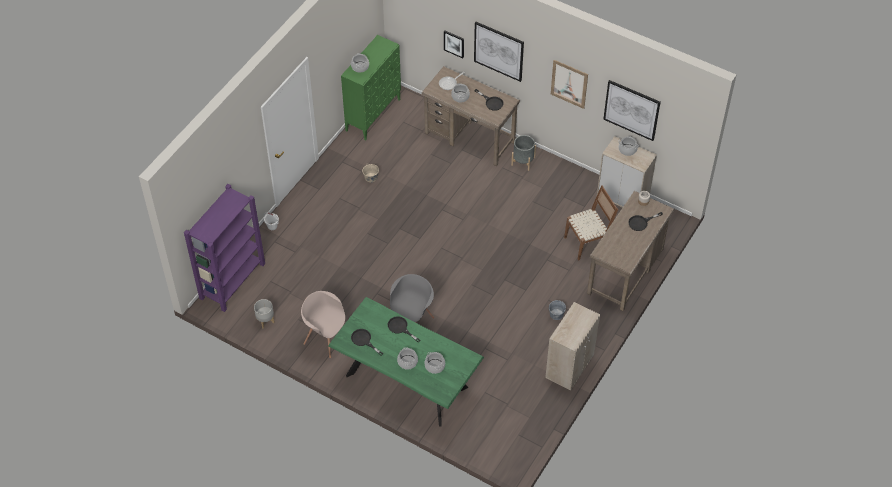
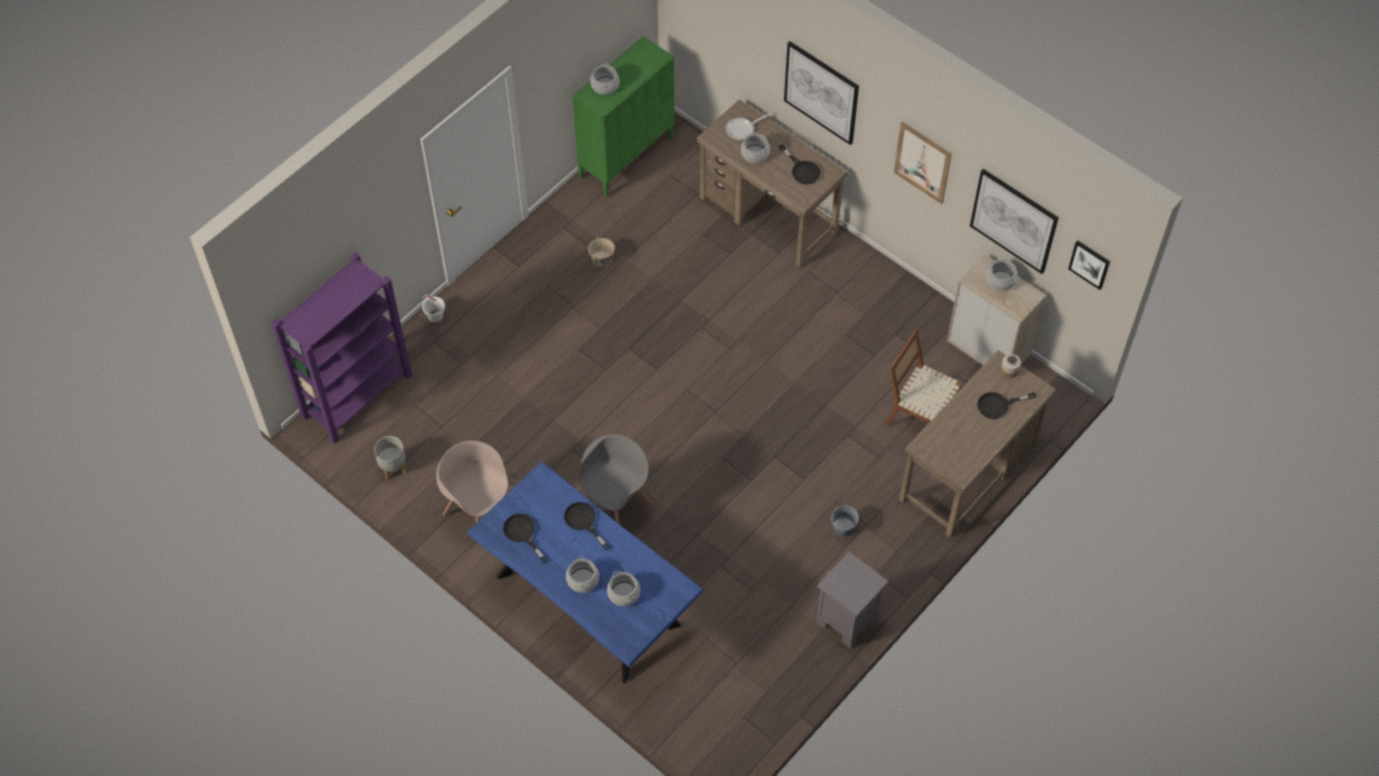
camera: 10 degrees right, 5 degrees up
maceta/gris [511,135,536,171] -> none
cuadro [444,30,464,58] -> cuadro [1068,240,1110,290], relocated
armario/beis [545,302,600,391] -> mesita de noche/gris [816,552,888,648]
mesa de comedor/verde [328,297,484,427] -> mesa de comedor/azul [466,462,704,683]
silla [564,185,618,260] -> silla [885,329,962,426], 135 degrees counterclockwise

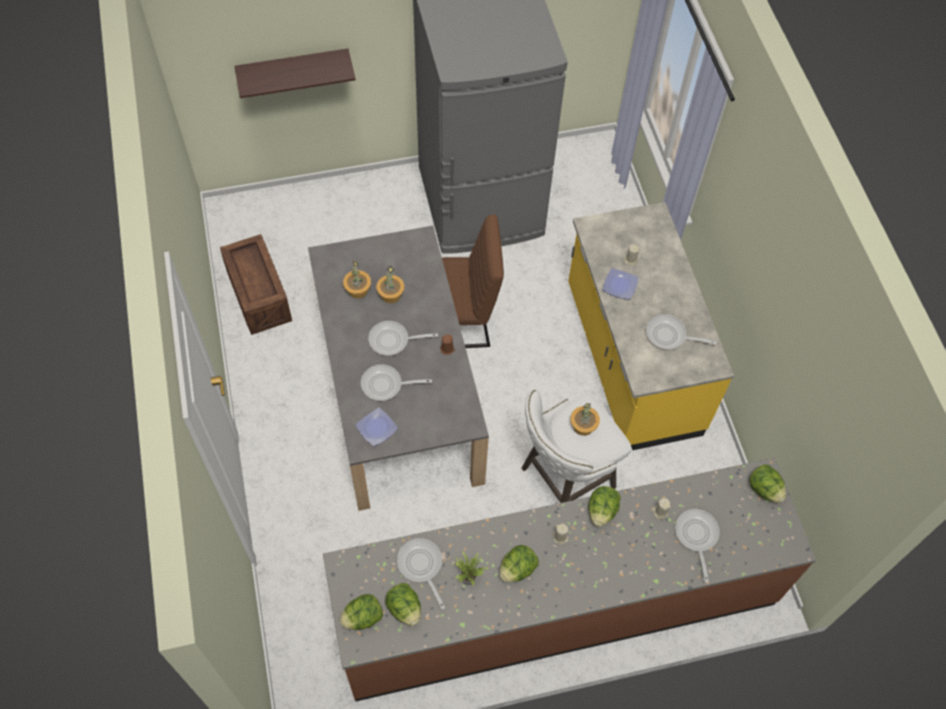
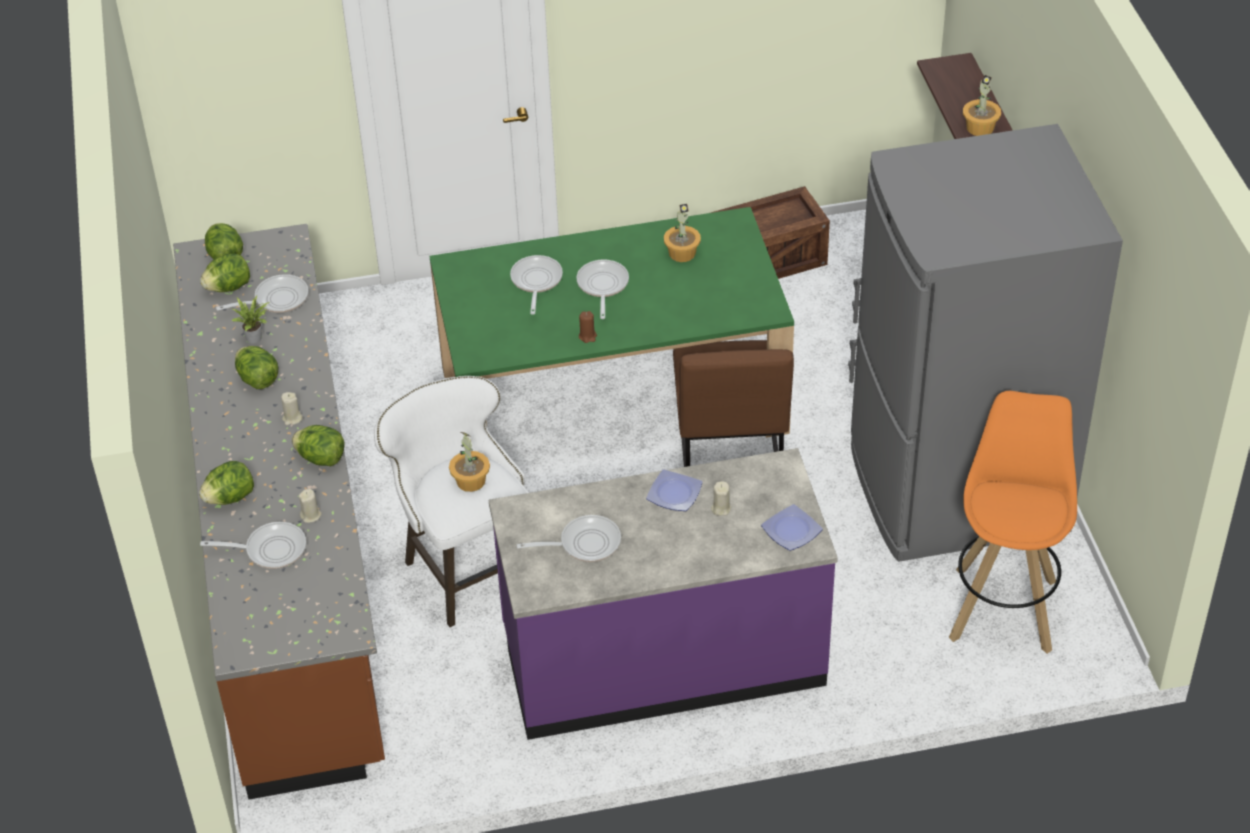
camera: 95 degrees right, 15 degrees down
none -> taburete/naranja [949,391,1077,654]
plato [355,408,398,446] -> plato [761,504,823,551], relocated
planta en maceta [376,266,404,303] -> planta en maceta [963,75,1001,136], relocated
lechuga [749,464,786,503] -> lechuga [199,461,254,505], relocated
mesa de comedor/gris [308,226,489,511] -> mesa de comedor/verde [430,207,794,438]
mueble bajo de cocina/amarillo [568,202,734,450] -> mueble bajo de cocina/morado [489,448,838,740]
sartén [646,315,717,350] -> sartén [517,515,621,562], 60 degrees clockwise

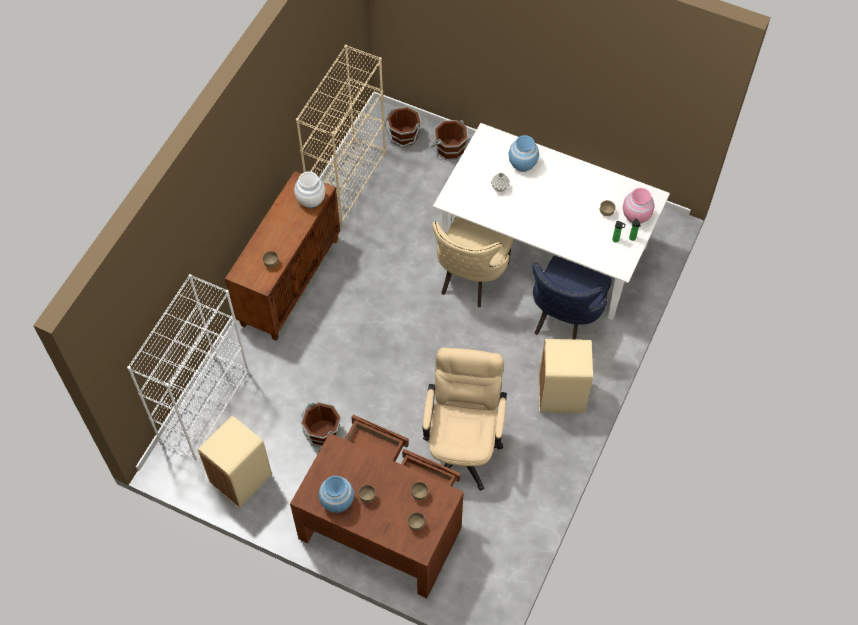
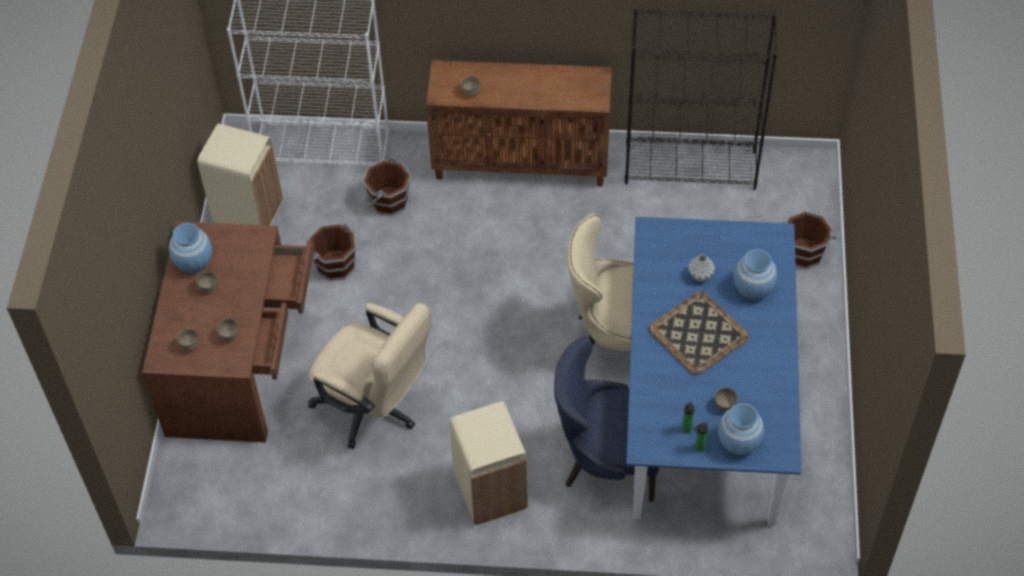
camera: 70 degrees right, 5 degrees down
florero/blanco [294,171,326,208] -> none
none -> bandeja [648,291,749,375]
cubo/marrón [384,106,421,148] -> cubo/marrón [363,157,411,216], relocated
estantería/beis [296,45,386,226] -> estantería/negro [625,9,777,190]
mesa de comedor/blanco [433,123,670,320] -> mesa de comedor/azul [626,217,801,526]
florero/rosa [623,188,655,224] -> florero/azul [718,403,764,455]
silla de oficina/beis [423,347,507,491] -> silla de oficina/beis [308,303,431,449], 45 degrees clockwise

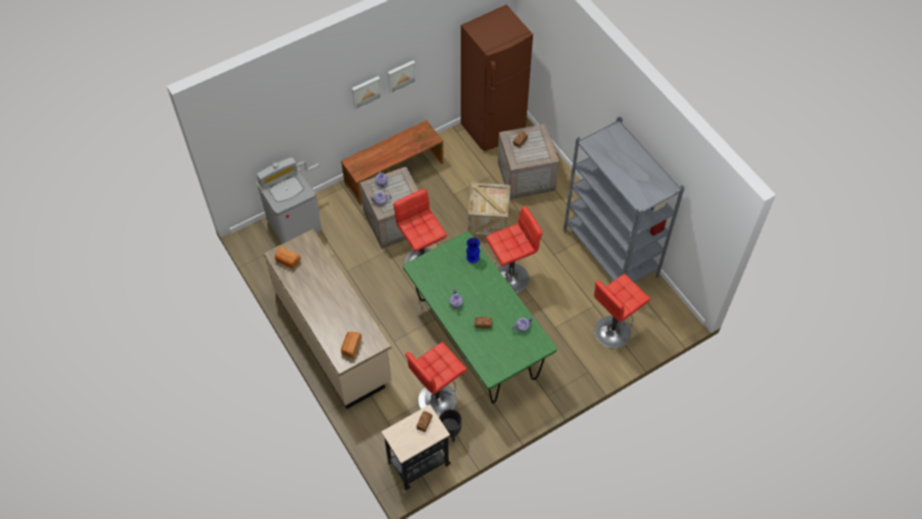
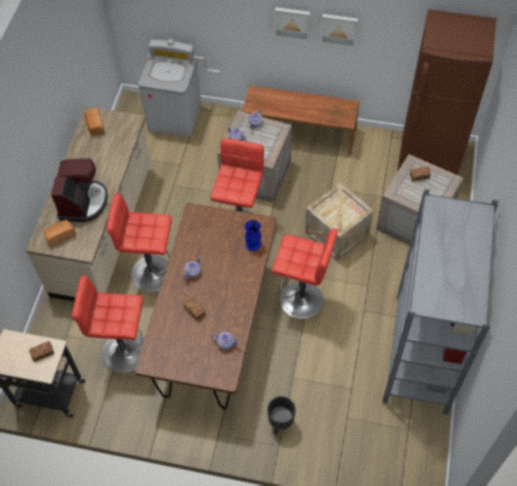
camera: 45 degrees right, 0 degrees up
none -> cafetera [51,158,108,222]
maceta/negro [439,409,462,442] -> maceta/negro [267,396,296,434], relocated
taburete/rojo [594,274,650,348] -> taburete/rojo [106,193,172,292], relocated
mesa de comedor/verde [403,231,557,404] -> mesa de comedor/marrón [135,203,276,409]

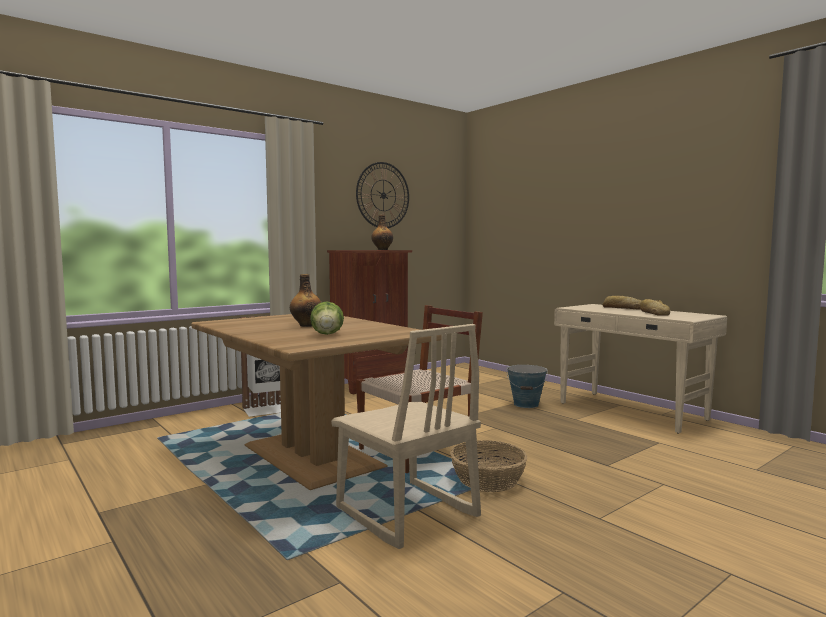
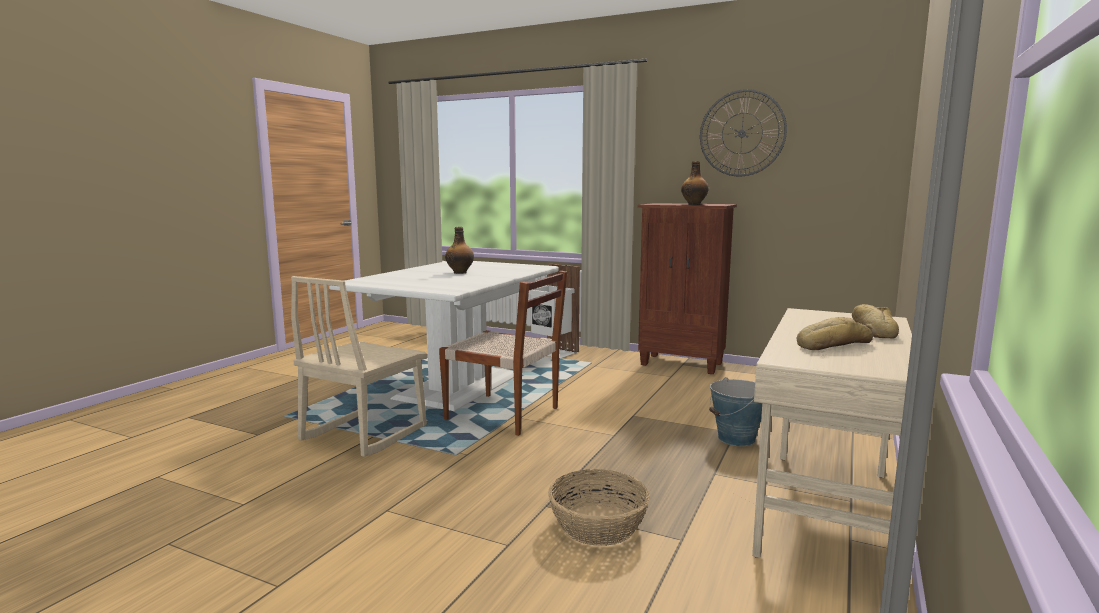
camera: 65 degrees right, 5 degrees up
lechuga [310,301,344,335] -> none
cesta [450,440,528,492] -> cesta [548,469,650,546], relocated
mesa de comedor/marrón [192,314,442,490] -> mesa de comedor/blanco [329,261,559,411]

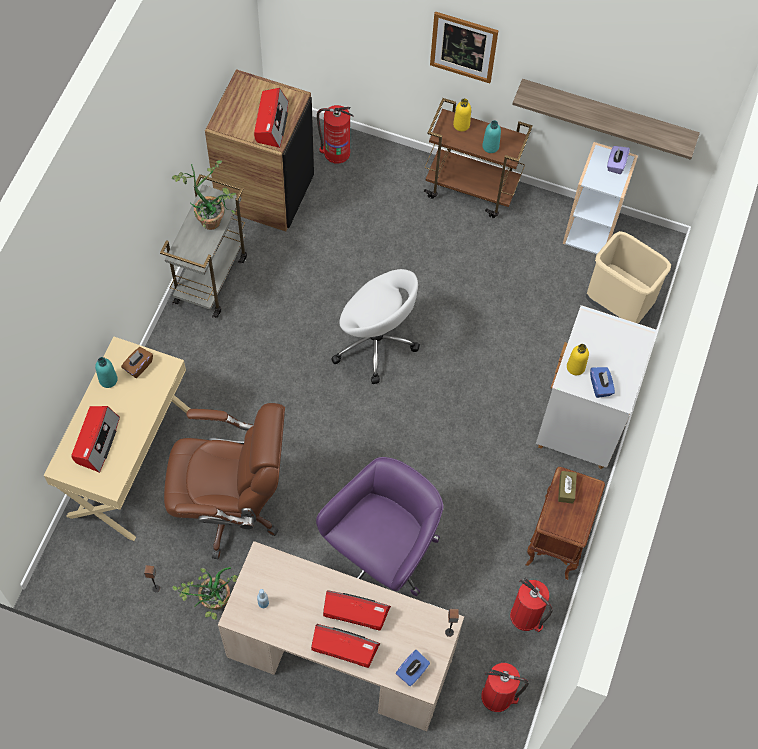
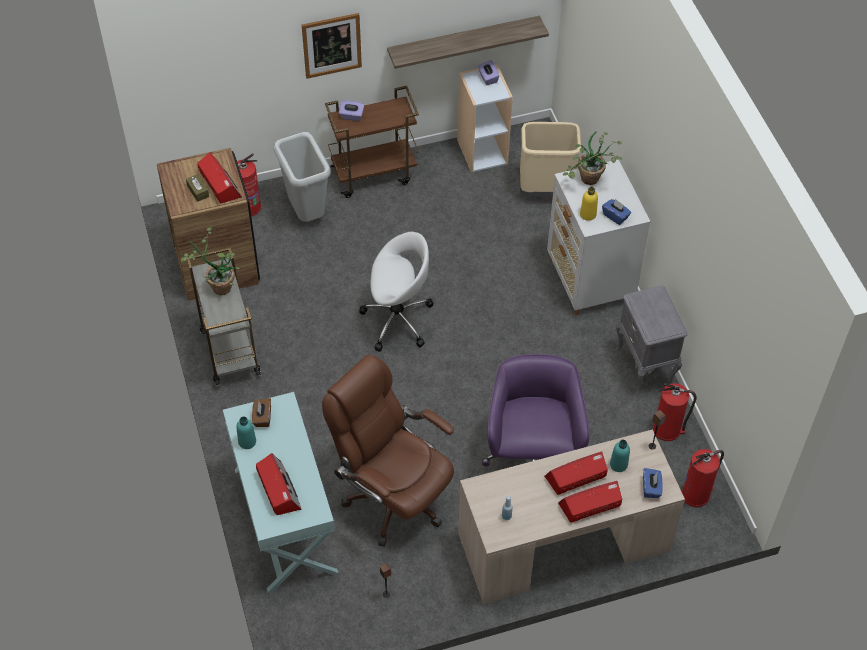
camera: 35 degrees left, 10 degrees down
none -> papelera/gris [273,132,331,222]
planta en maceta [172,567,240,620] -> planta en maceta [563,131,622,185], relocated
botella/turquesa [482,120,501,153] -> botella/turquesa [610,440,630,472], relocated
caja de pañuelos/marrón [558,471,577,504] -> caja de pañuelos/marrón [186,174,209,202], relocated
botella/amarillo [453,98,471,132] -> caja de pañuelos/morado [339,101,365,121]
escritorio/beis [44,336,190,541] -> escritorio/turquesa [223,392,338,592]
mesita de noche/marrón [526,467,605,580] -> mesita de noche/gris [615,286,687,397]
silla de oficina/marrón [164,403,285,559] -> silla de oficina/marrón [322,355,454,547], 105 degrees counterclockwise

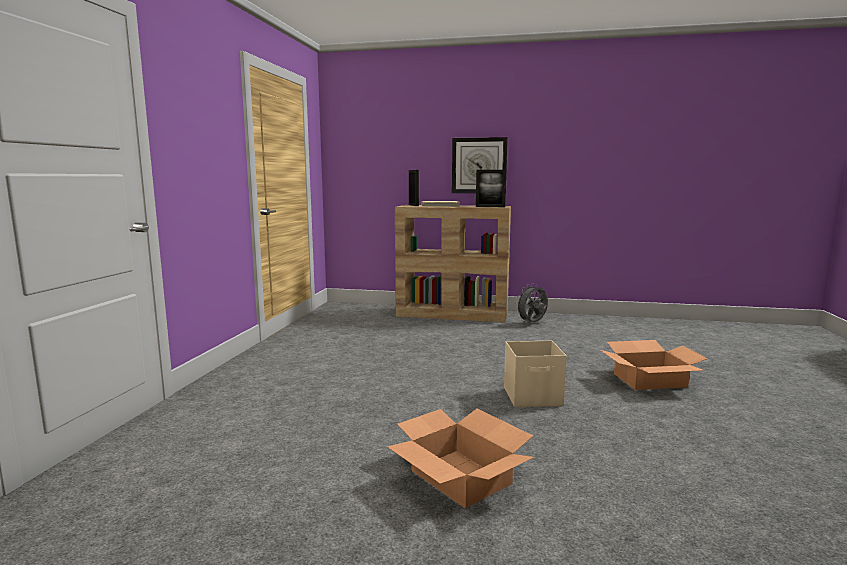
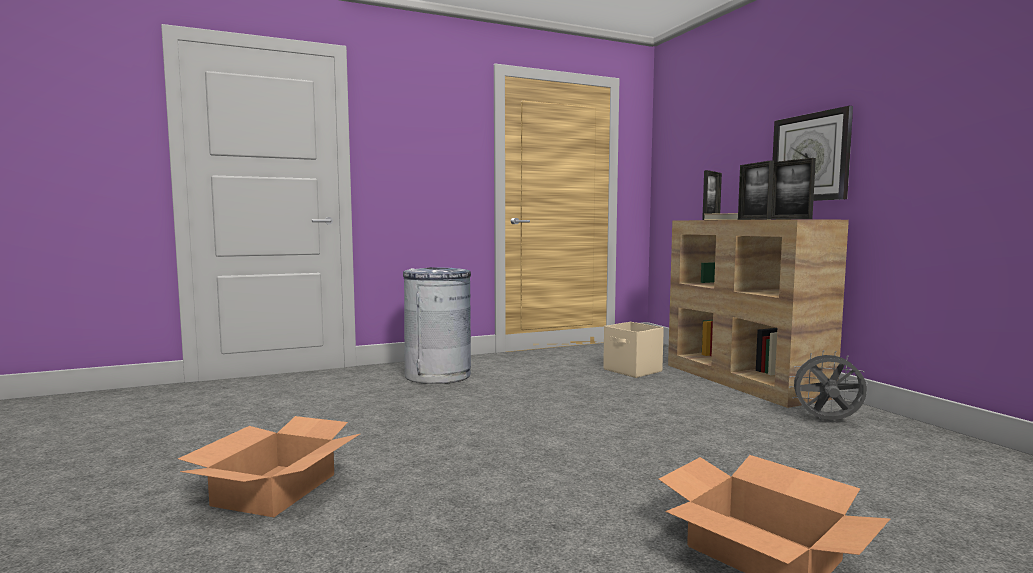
camera: 55 degrees right, 5 degrees down
none -> papelera/gris [403,267,471,384]
none -> portarretratos [738,161,774,220]
caja de almacenaje/beis [504,341,567,407] -> caja de almacenaje/beis [603,322,664,378], relocated

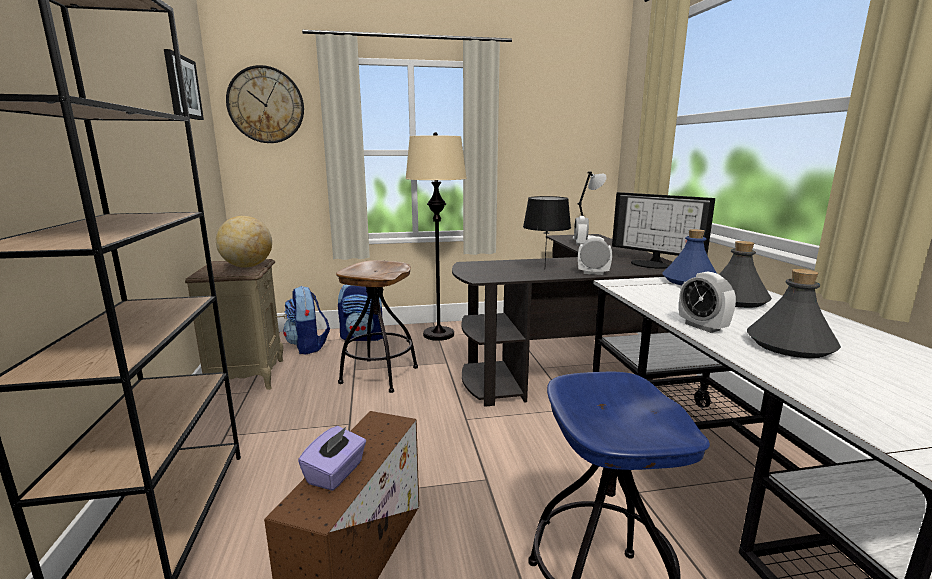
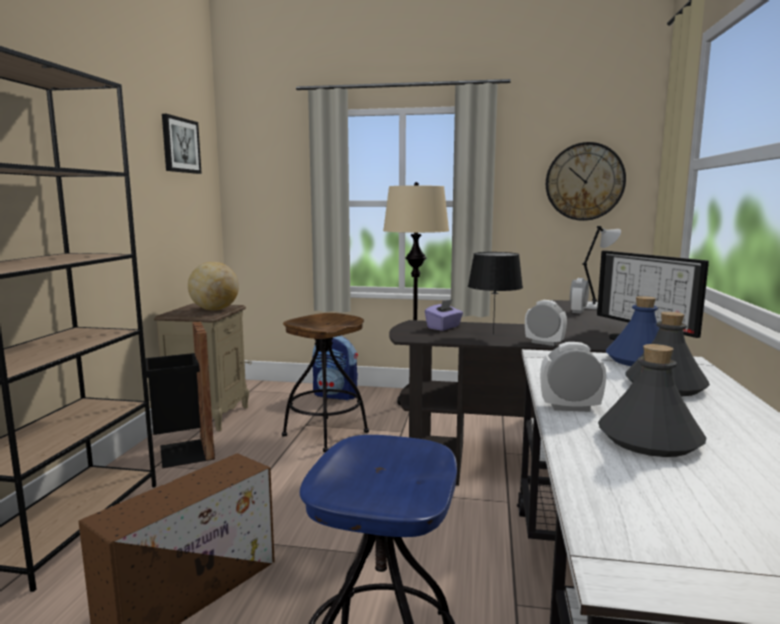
camera: 20 degrees right, 5 degrees down
mochila [283,286,330,354] -> none
none -> papelera/negro [145,322,215,469]
reloj de pared [226,65,304,143] -> reloj de pared [546,142,626,221], relocated
caja de pañuelos/morado [298,426,366,491] -> caja de pañuelos/morado [425,299,463,331], relocated
despertador [679,272,736,333] -> despertador [540,342,606,412], 105 degrees clockwise

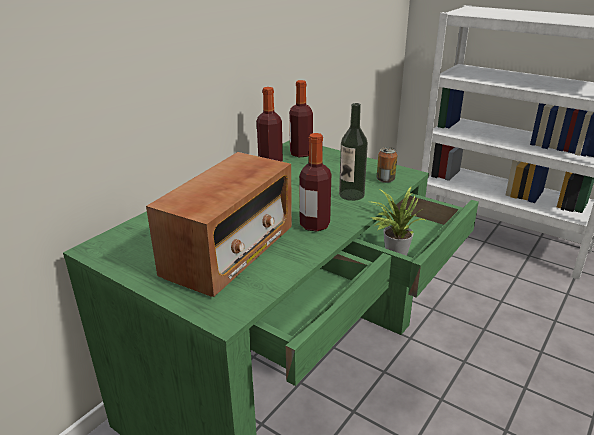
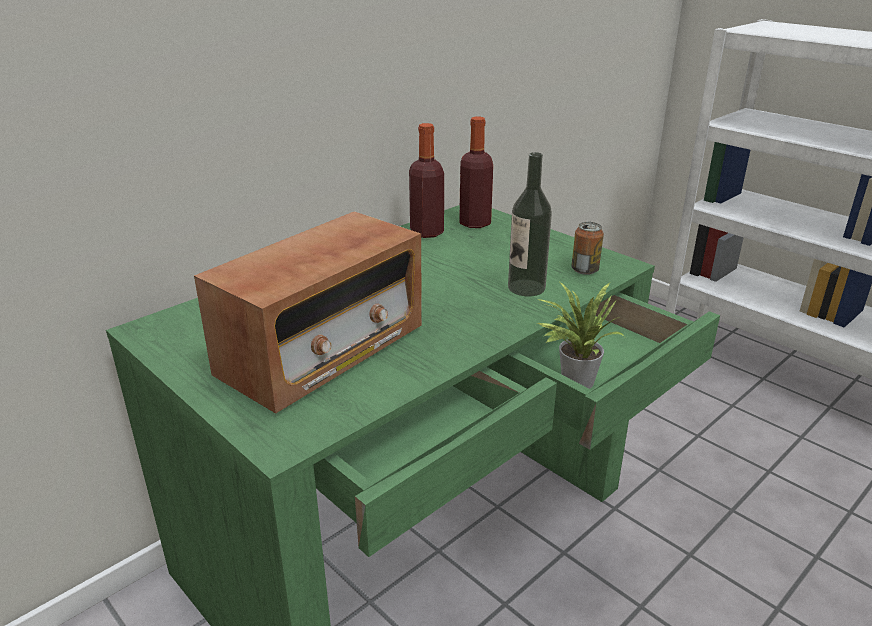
camera: 10 degrees right, 0 degrees up
botella [299,133,331,232] -> none

